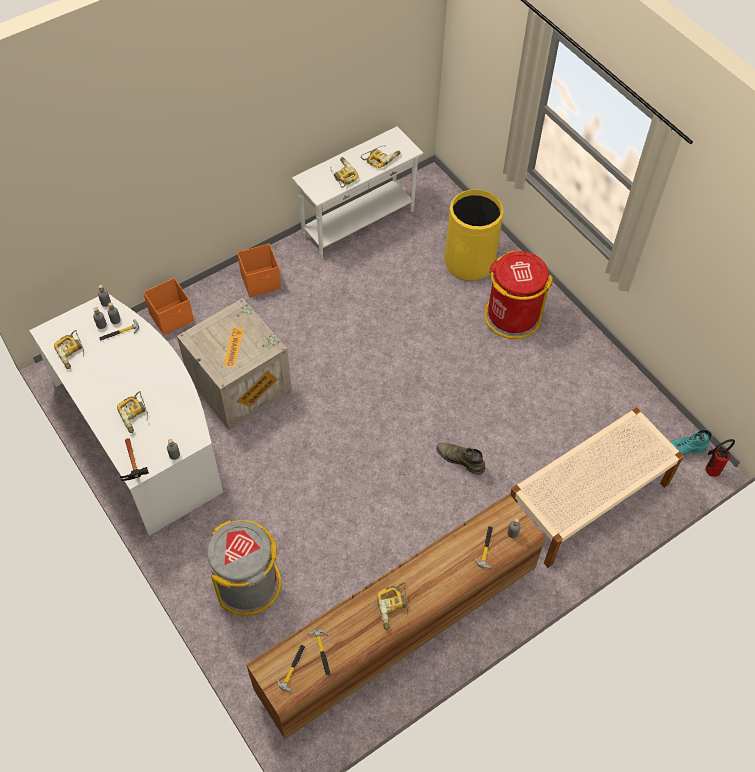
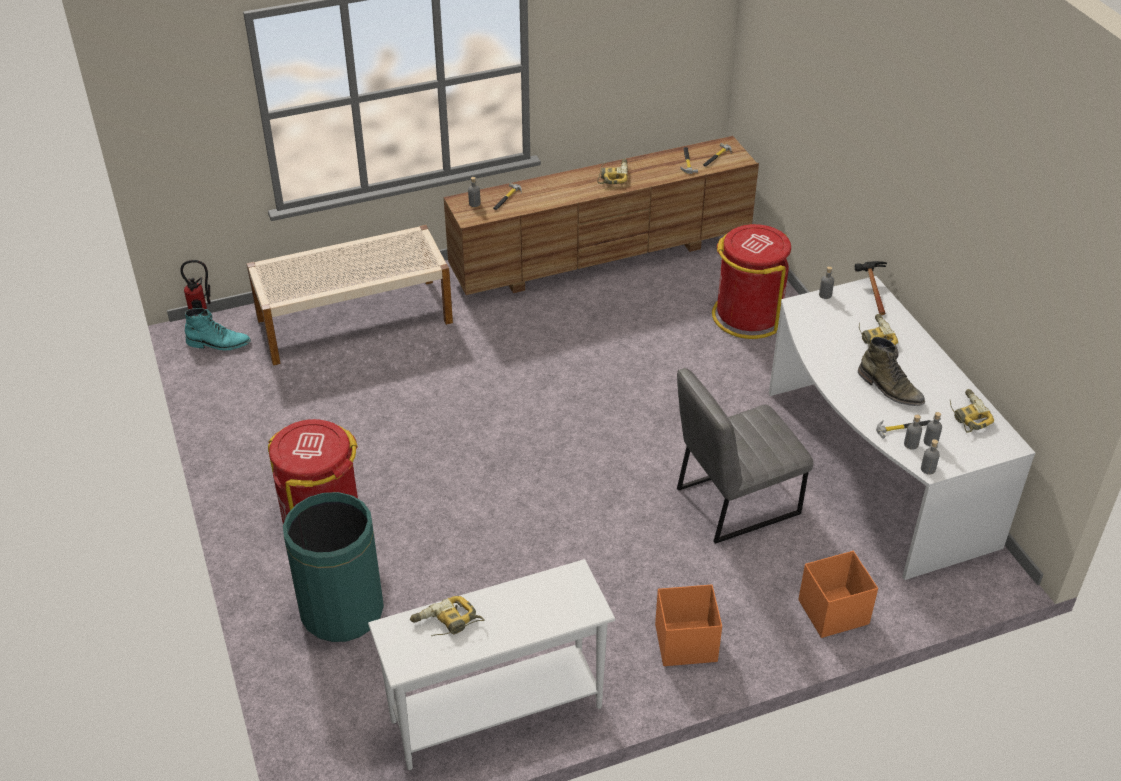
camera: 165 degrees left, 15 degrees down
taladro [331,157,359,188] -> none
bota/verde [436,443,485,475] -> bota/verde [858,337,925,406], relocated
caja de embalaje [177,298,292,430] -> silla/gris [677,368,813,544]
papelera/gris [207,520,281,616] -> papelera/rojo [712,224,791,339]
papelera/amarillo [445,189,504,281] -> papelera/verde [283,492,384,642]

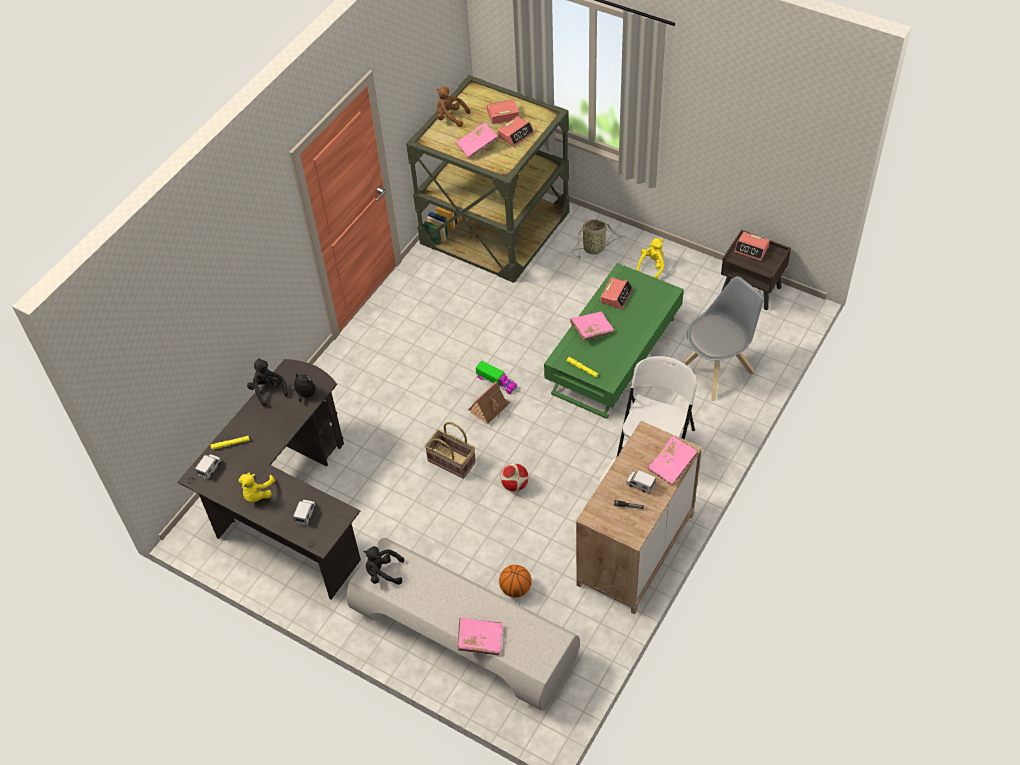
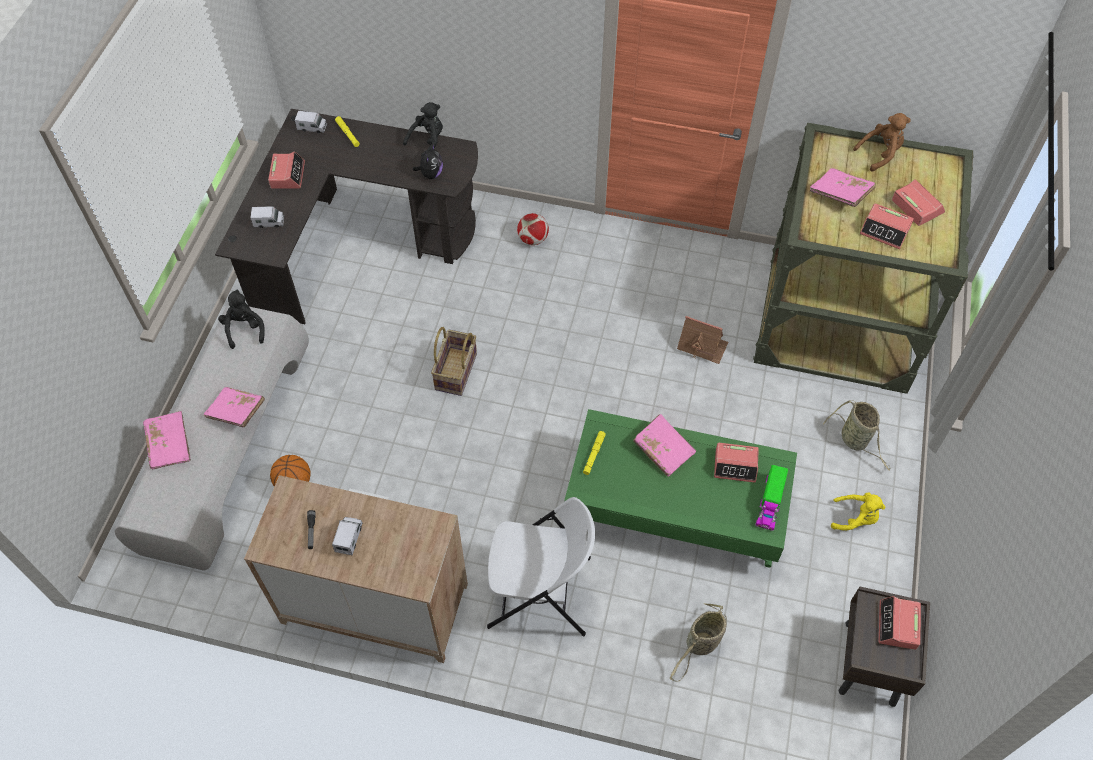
camera: 70 degrees right, 5 degrees up
casita [468,382,510,424] -> casita [677,316,728,364], relocated
camión de juguete [476,361,517,395] -> camión de juguete [755,465,788,531], relocated
balón de fútbol [500,463,529,491] -> balón de fútbol [517,213,549,245], relocated
libro/rosa [648,436,698,486] -> libro/rosa [204,387,265,428], relocated
peluche/amarillo [239,473,275,502] -> despertador [268,151,305,188]
silla/gris [683,276,764,401] -> cesta [670,603,727,682]
peluche/marrón [437,87,470,127] -> peluche/marrón [853,113,911,172], 60 degrees clockwise

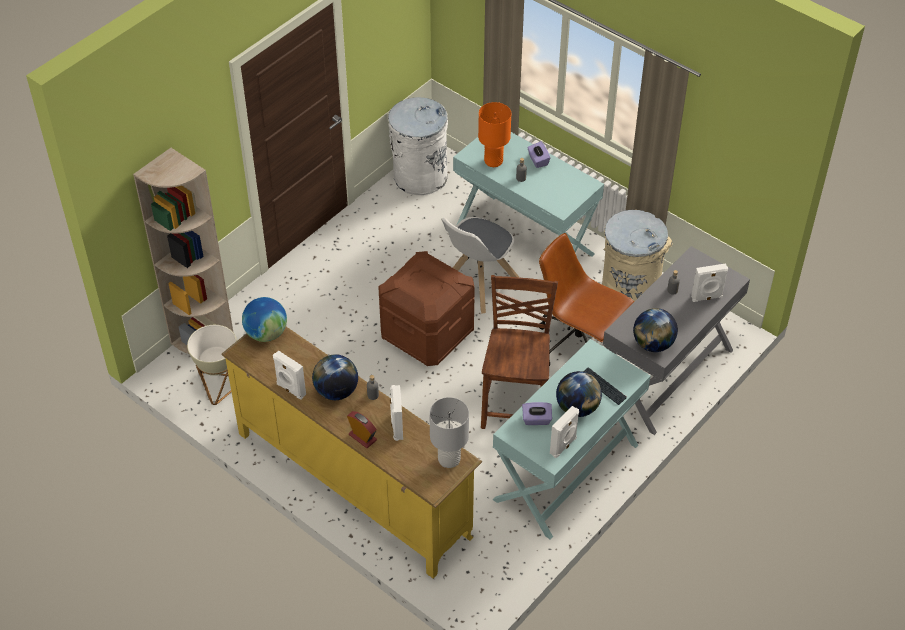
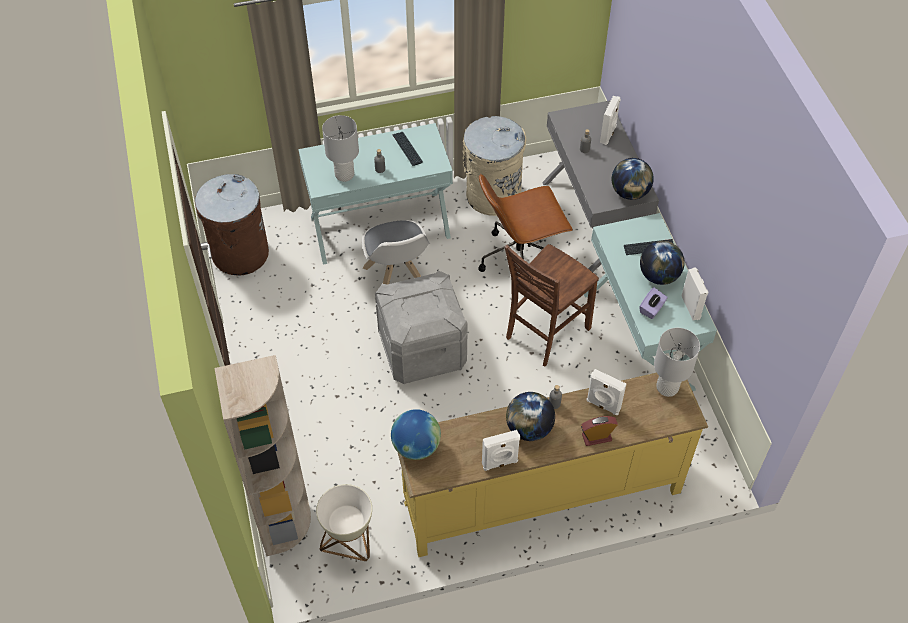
camera: 55 degrees left, 5 degrees up
caja de pañuelos/morado [527,141,550,168] -> none
none -> teclado [392,132,423,166]
caja de almacenaje/marrón [378,251,475,366] -> caja de almacenaje/gris [375,270,468,384]
papelera/blanco [388,97,448,195] -> papelera/marrón [195,174,269,275]
lámpara de mesa/naranja [478,102,511,167] -> lámpara de mesa/gris [322,115,359,182]
silla/marrón [481,275,558,429] -> silla/marrón [504,244,599,367], 90 degrees counterclockwise

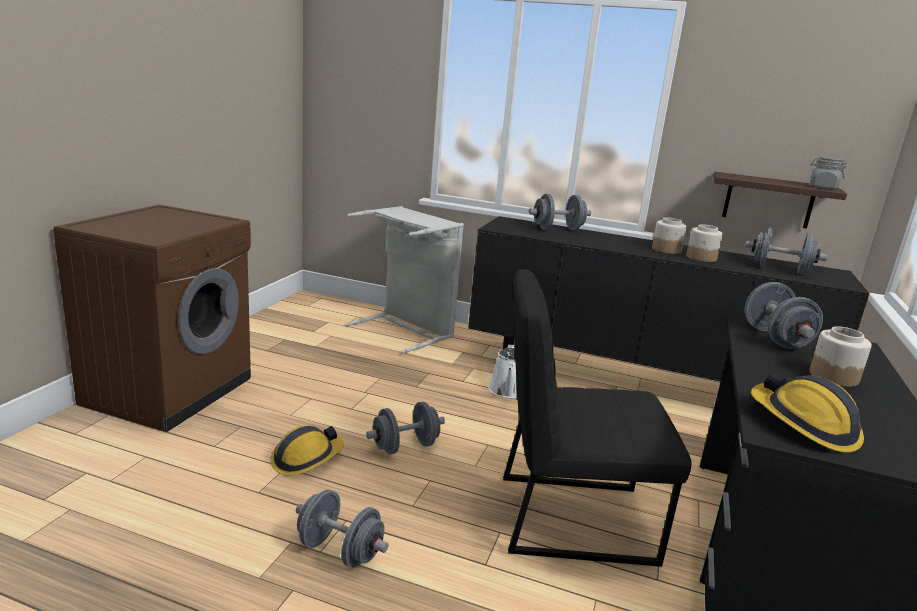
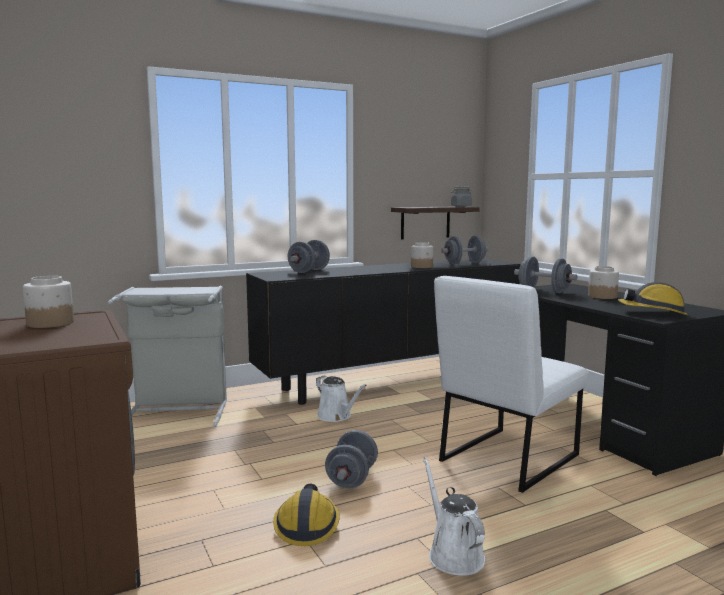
camera: 45 degrees left, 10 degrees down
tarro [652,217,686,254] -> tarro [23,276,74,328], relocated
mancuerna/gris [296,489,389,568] -> regadera/blanco [423,457,485,576]
silla/negro [503,269,692,567] -> silla/blanco [434,276,589,493]

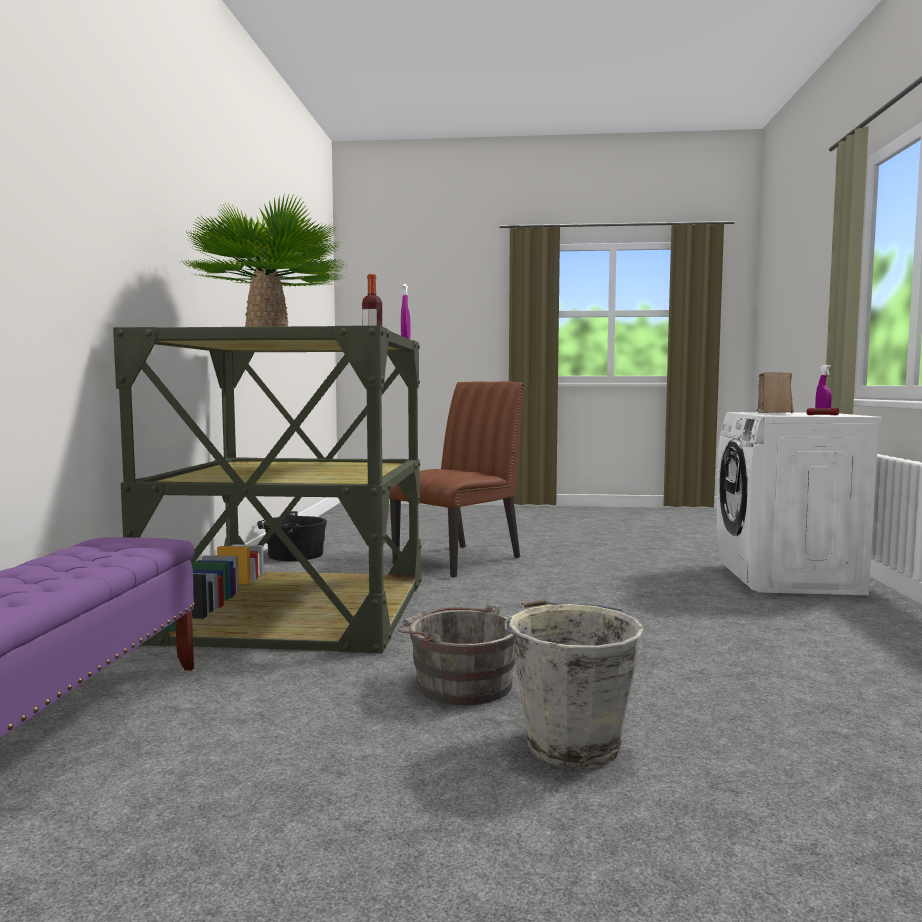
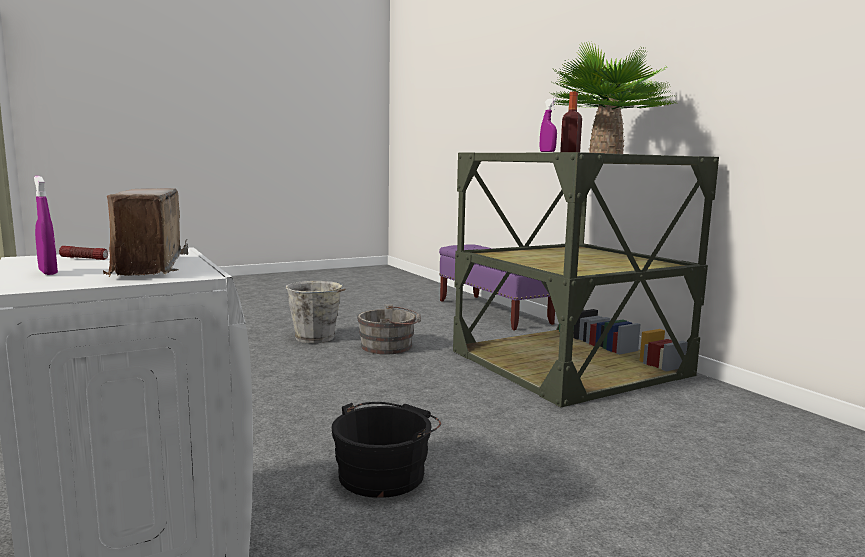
camera: 145 degrees right, 5 degrees up
silla/marrón [389,381,525,578] -> none
cubo/negro [257,511,327,561] -> cubo/negro [331,402,441,498], relocated

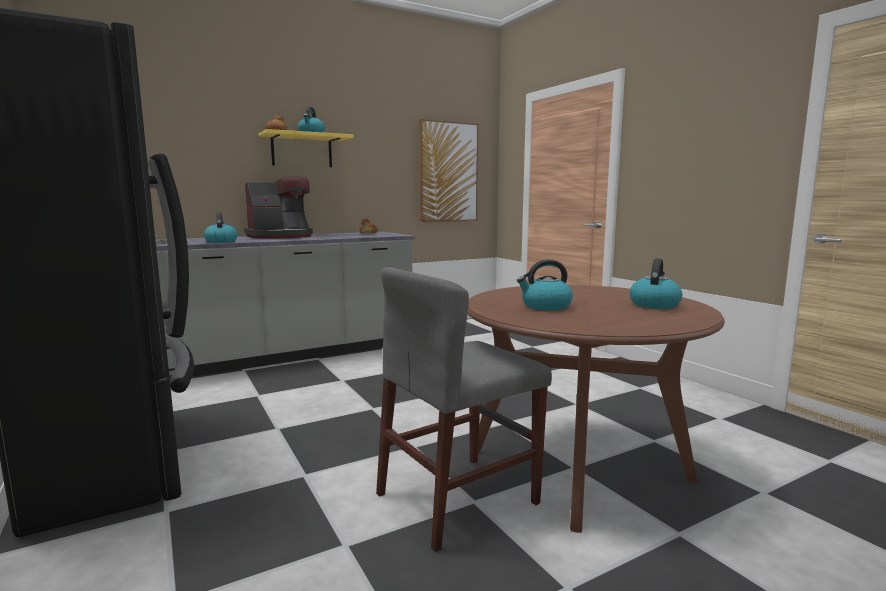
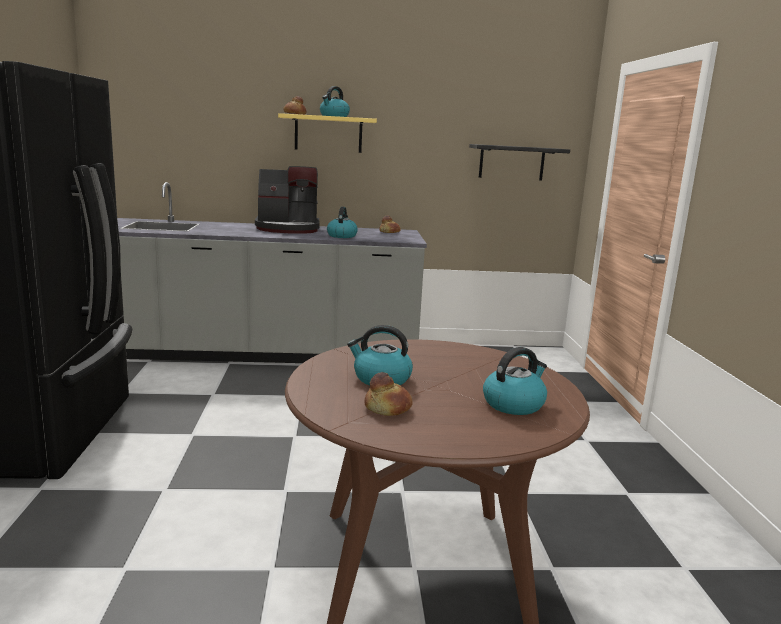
camera: 25 degrees right, 5 degrees up
silla/gris [376,267,552,552] -> none
none -> pan [364,372,413,416]
hervidor [204,212,237,243] -> hervidor [327,207,358,238], relocated
cuadro [419,119,478,222] -> estante/negro [469,144,570,181]

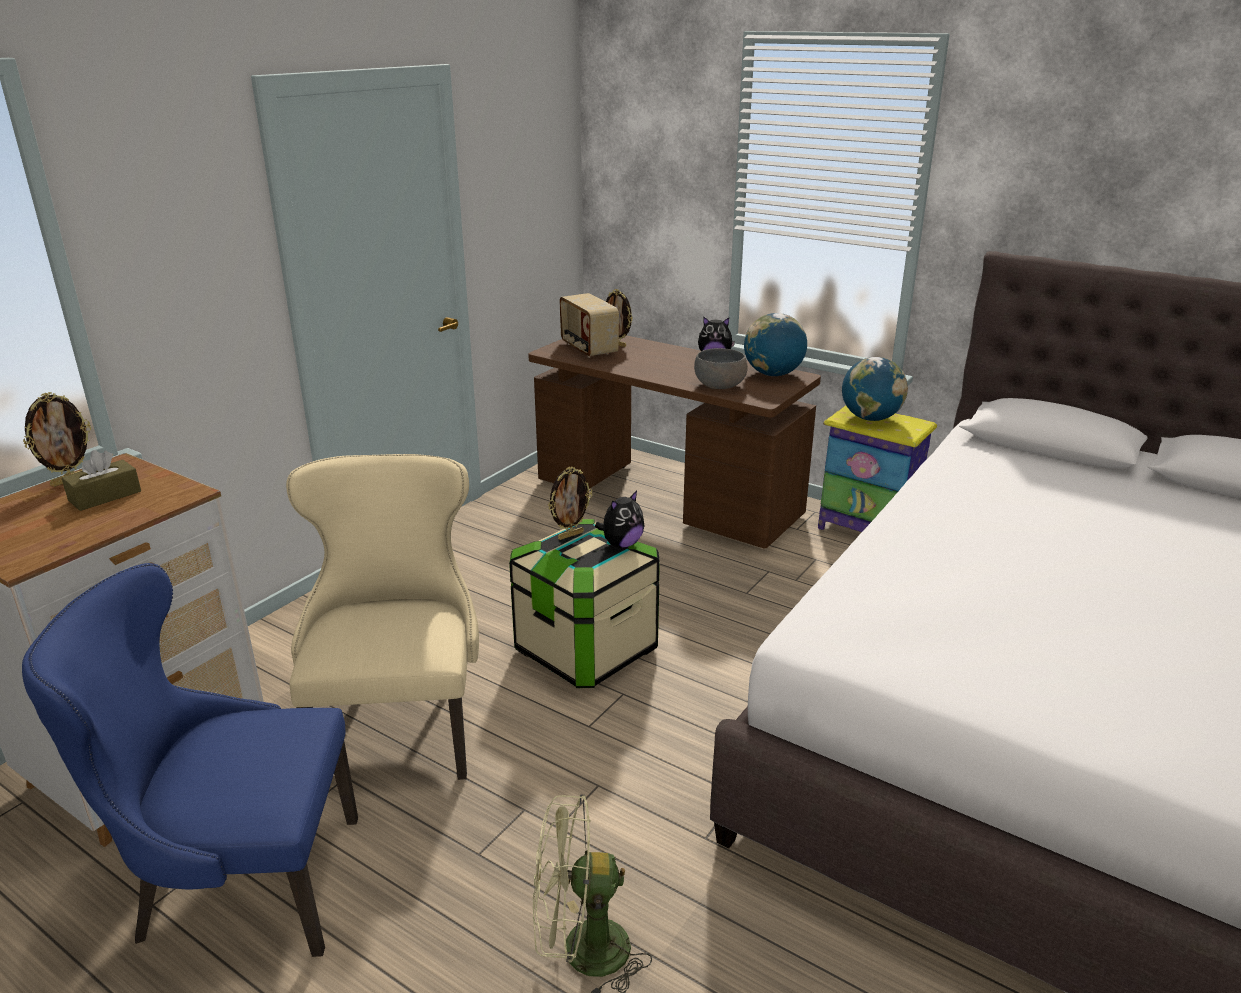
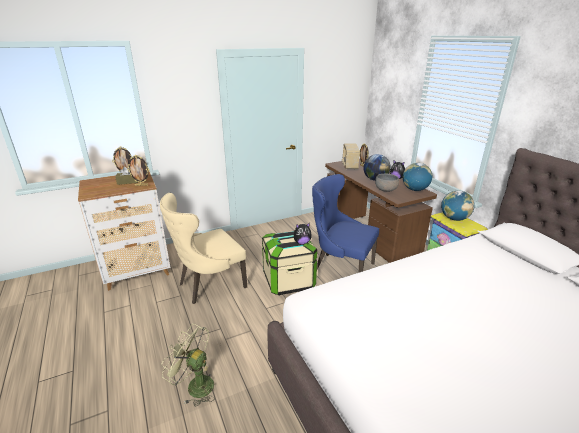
camera: 30 degrees right, 0 degrees up
none -> globo terráqueo [363,154,391,181]
silla/azul [22,563,358,957] -> silla/azul [312,174,379,273], relocated
portarretratos [548,467,592,540] -> portarretratos [127,155,149,186], relocated
silla/beis [286,454,479,780] -> silla/beis [160,193,247,304], 150 degrees counterclockwise

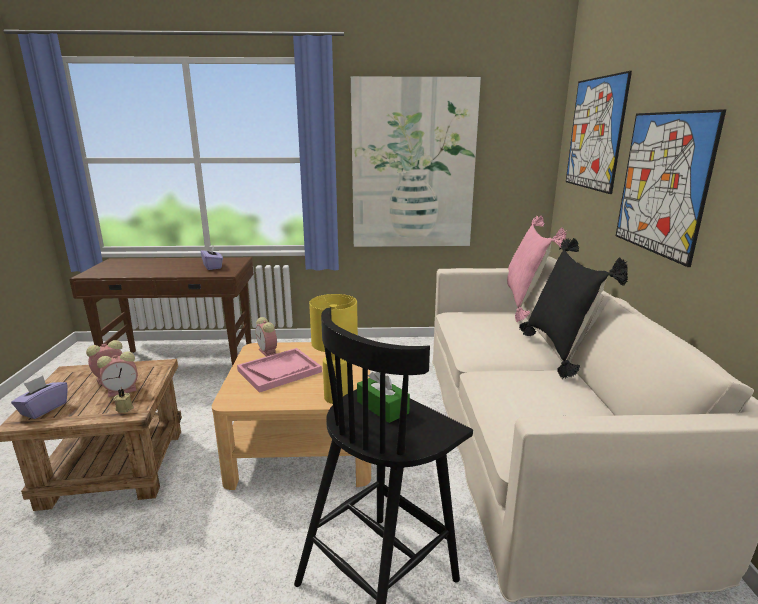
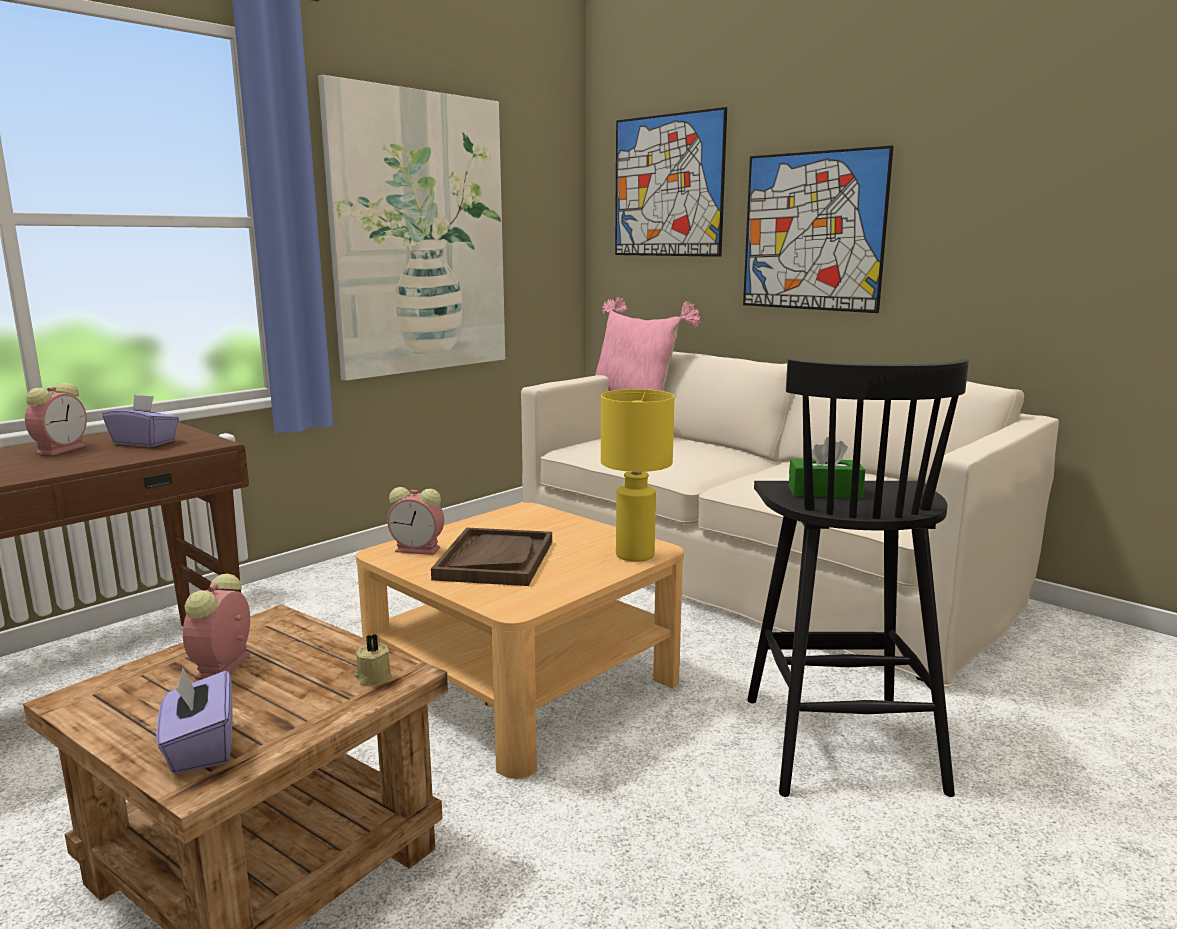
camera: 45 degrees left, 5 degrees down
cojín/negro [519,238,628,379] -> none
despertador [97,351,138,397] -> despertador [25,383,87,455], relocated
bandeja/rosa [237,348,322,393] -> bandeja/marrón [431,528,552,586]

